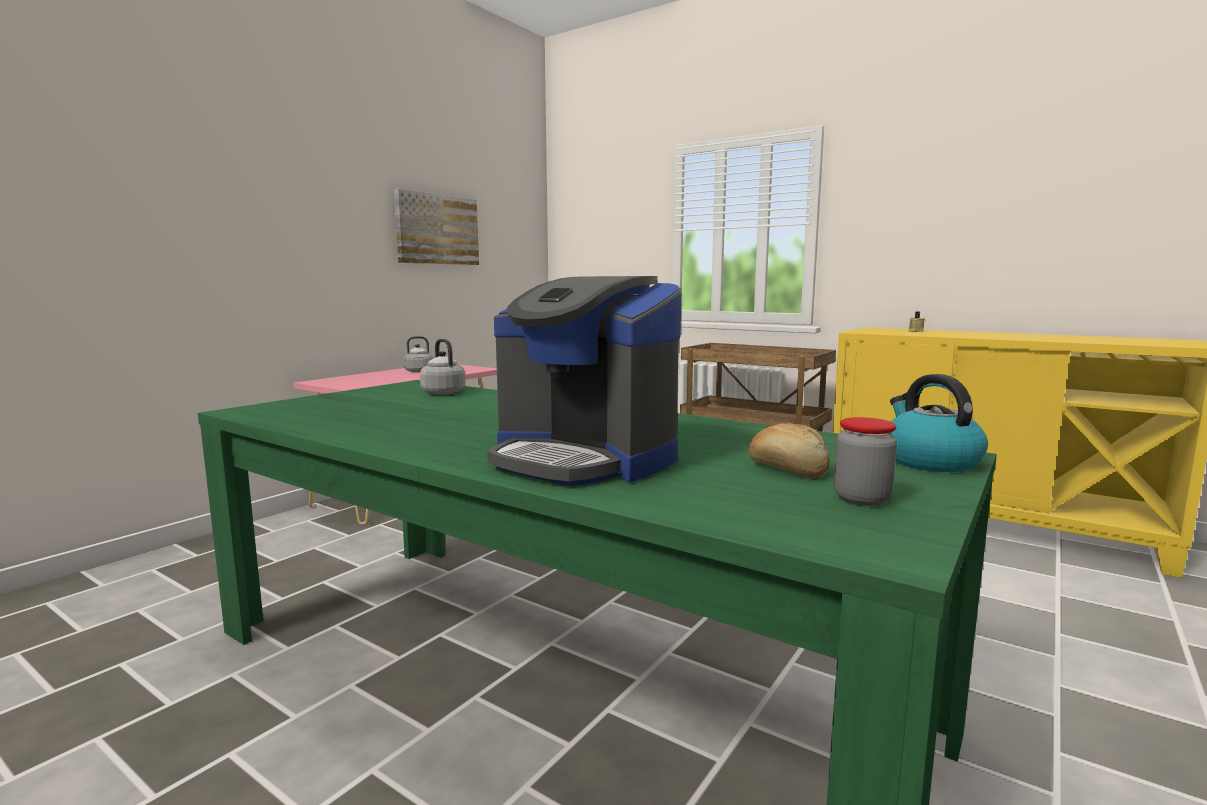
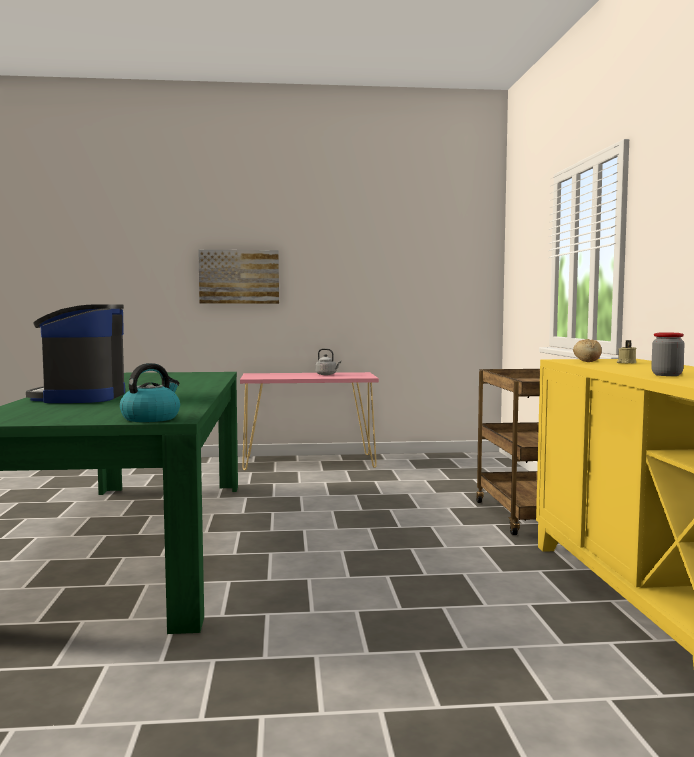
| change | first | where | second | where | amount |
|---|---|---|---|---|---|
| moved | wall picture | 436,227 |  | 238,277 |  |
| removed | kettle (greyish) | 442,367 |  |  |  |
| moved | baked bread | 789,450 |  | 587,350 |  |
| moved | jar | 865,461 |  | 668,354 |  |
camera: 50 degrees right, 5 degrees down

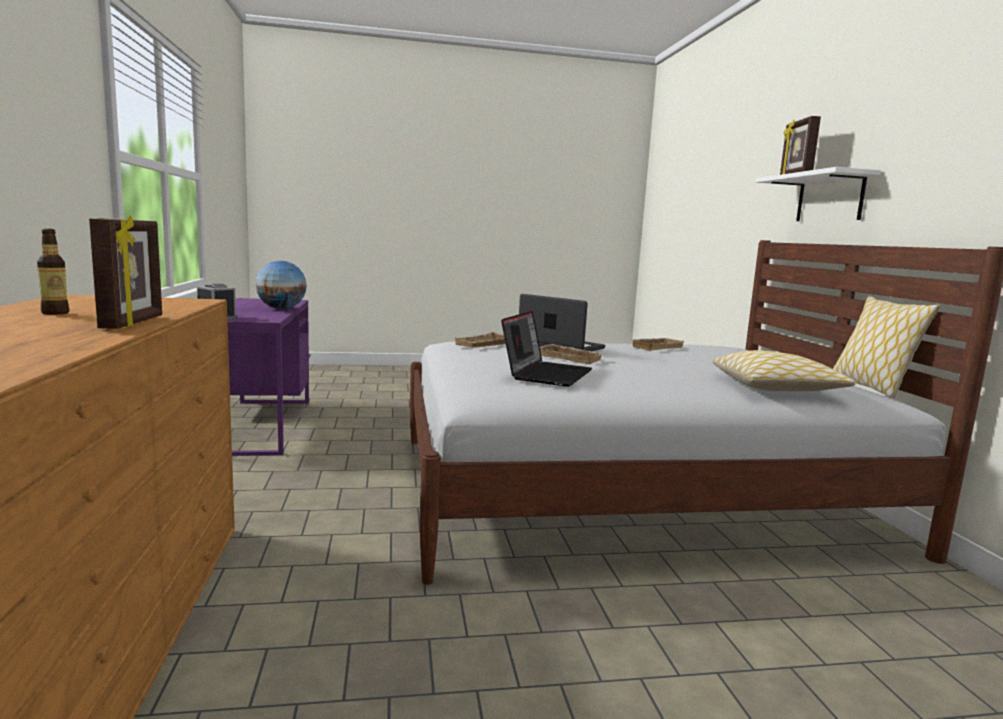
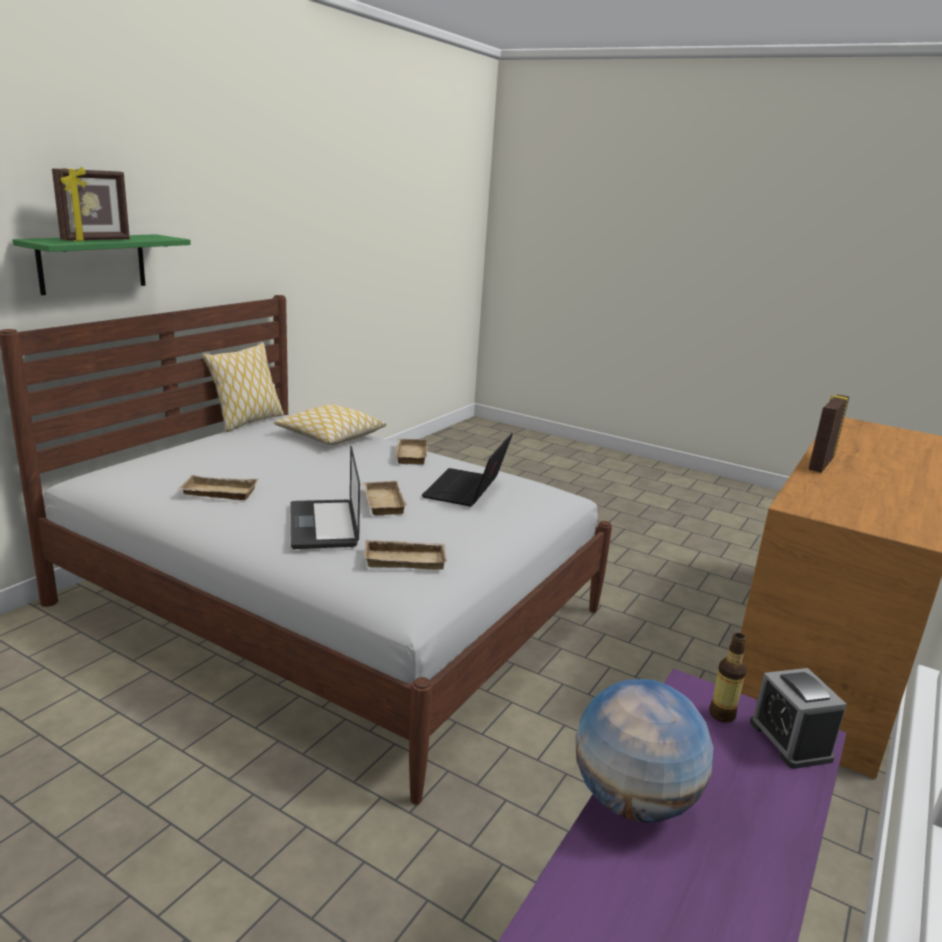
| change | first | where | second | where | amount |
|---|---|---|---|---|---|
| moved | bottle | 53,272 |  | 727,678 |  |
| turned | notebook computer | 546,349 |  | 467,469 | 45 degrees counterclockwise |
| recoloured | shelf (whitish) | 818,194 | shelf (greenish) | 102,264 |  |
| added |  |  | carrying tray (sand-coloured) | 411,452 |  |
camera: 140 degrees left, 10 degrees up

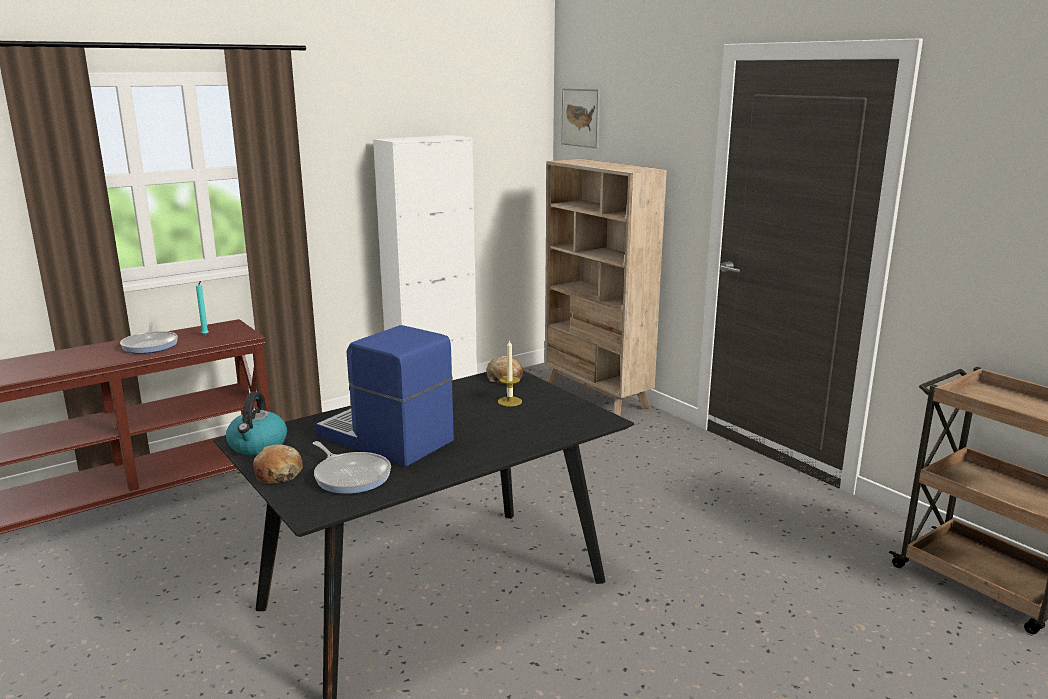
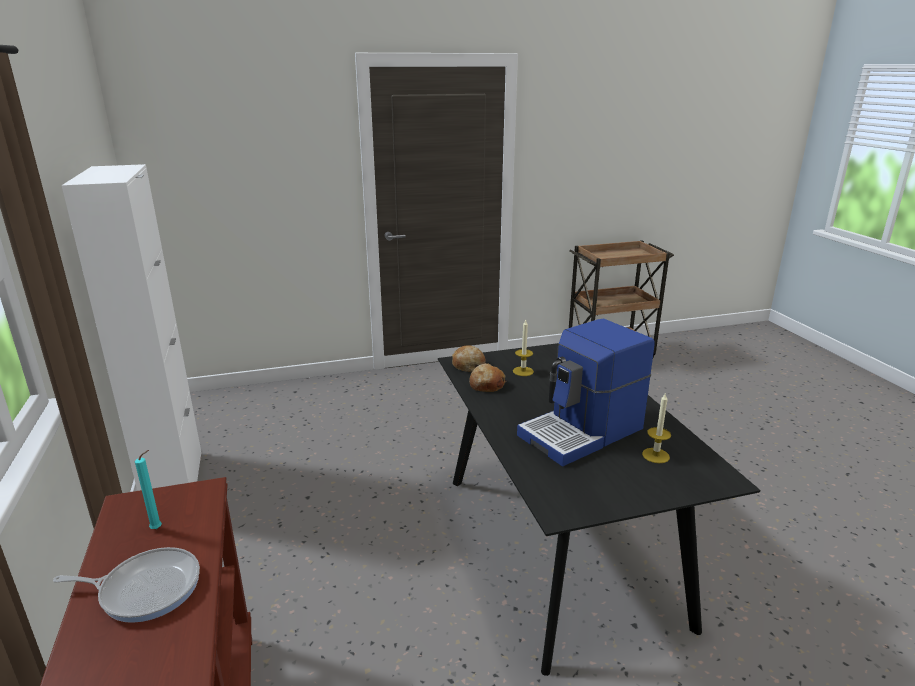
| change | first | where | second | where | amount |
|---|---|---|---|---|---|
| removed | kettle | 256,423 |  |  |  |
| moved | baked bread | 278,463 |  | 487,377 |  |
| replaced | skillet | 352,467 | candle | 656,427 |  |
| removed | shelving unit (sand-coloured) | 606,287 |  |  |  |
| removed | wall picture | 580,118 |  |  |  |
camera: 70 degrees left, 5 degrees up

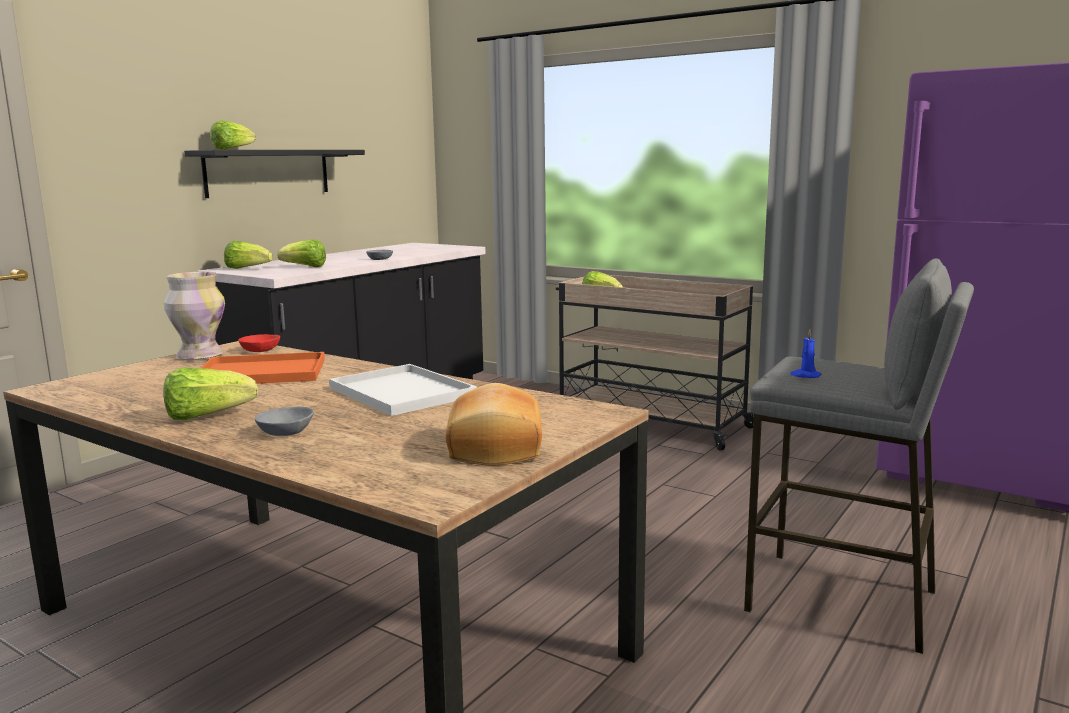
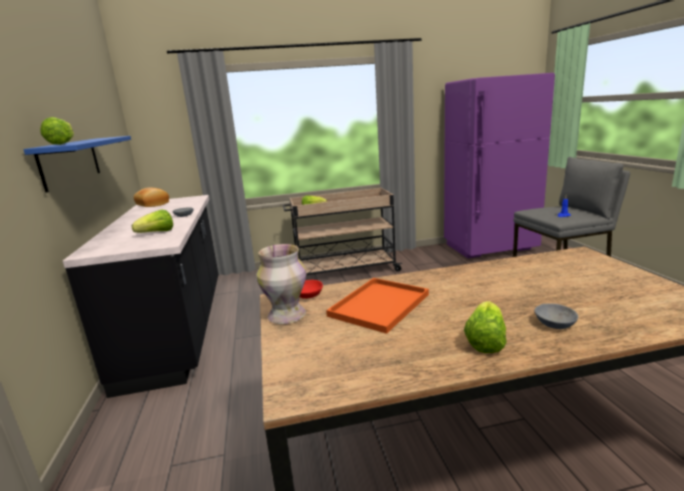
| change | first | where | second | where | amount |
|---|---|---|---|---|---|
| recoloured | shelf (blackish) | 274,174 | shelf (blue-coloured) | 77,164 |  |
| removed | lettuce head | 248,255 |  |  |  |
| removed | carrying tray (whitish) | 403,390 |  |  |  |
| moved | baked bread | 494,424 |  | 151,197 |  |
camera: 45 degrees left, 5 degrees up

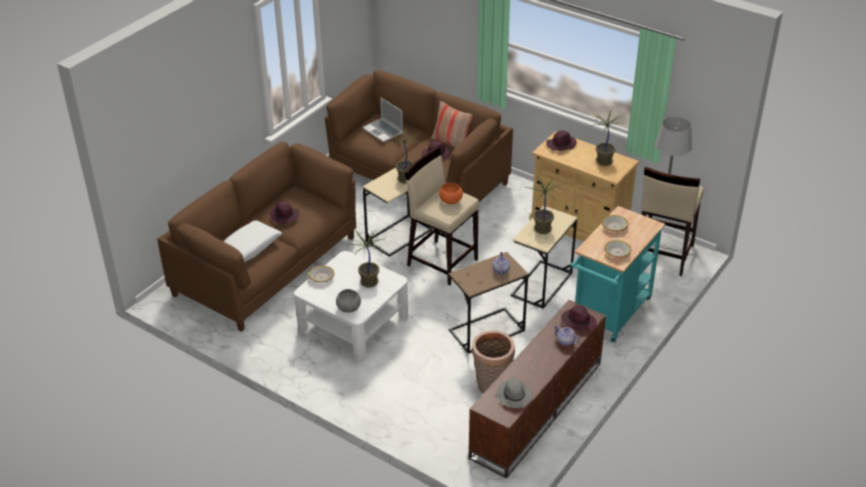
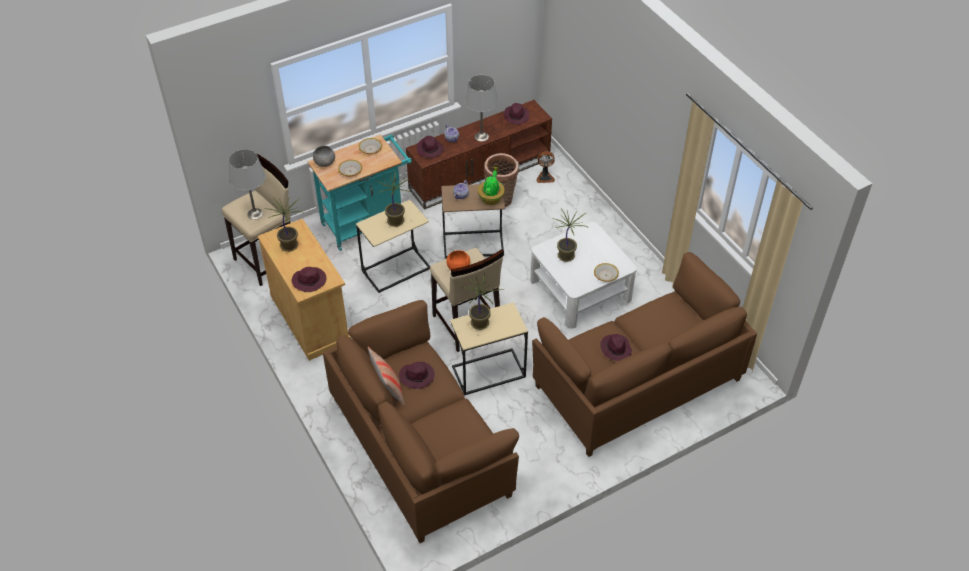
| change | first | where | second | where | amount |
|---|---|---|---|---|---|
| removed | pillow (whitish) | 252,241 |  |  |  |
| moved | deep dish (greyish) | 348,301 |  | 324,156 |  |
| removed | notebook computer | 382,119 |  |  |  |
| recoloured | clothing hat (greyish) | 514,393 | clothing hat (purplish) | 516,113 |  |
| added |  |  | lamp for a table (greyish) | 481,108 |  |
| added |  |  | plant in a pot | 491,186 |  |
| added |  |  | electric fan | 545,167 |  |
camera: 155 degrees left, 10 degrees up

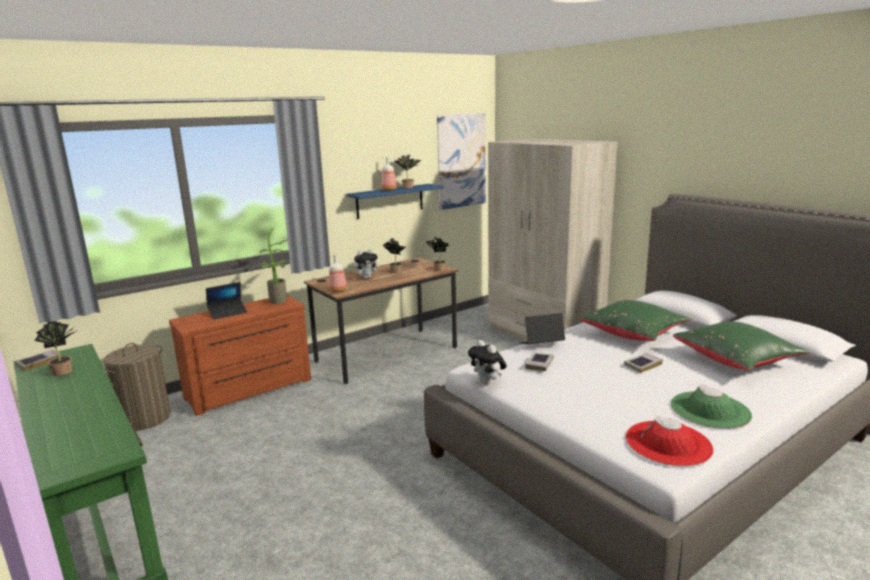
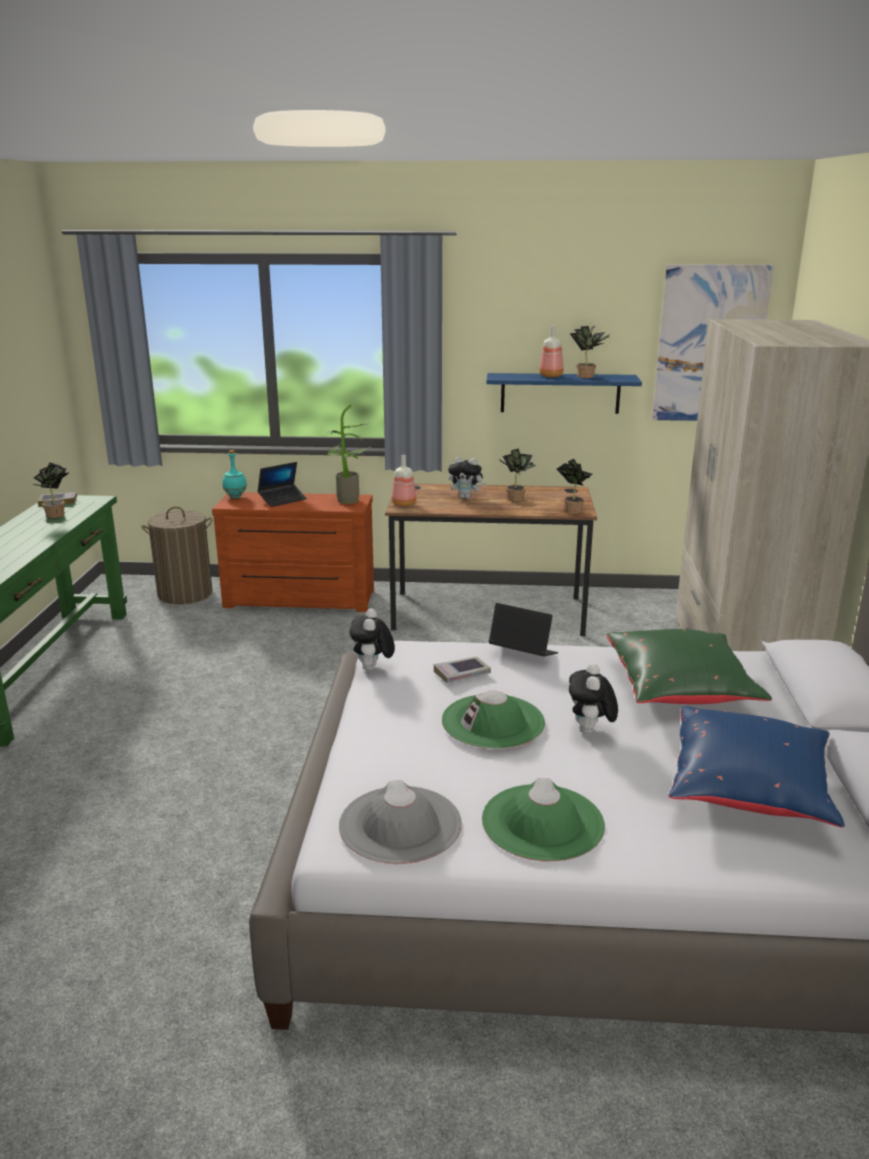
| change | first | where | second | where | amount |
|---|---|---|---|---|---|
| turned | notebook computer | 227,300 |  | 282,484 | 45 degrees counterclockwise |
| replaced | volume | 643,363 | soft toy | 593,698 |  |
| recoloured | clothing hat (red-coloured) | 669,440 | clothing hat (greyish) | 400,822 |  |
| recoloured | pillow (greenish) | 741,345 | pillow (blue-coloured) | 756,767 |  |
| added |  |  | bottle (turquoise) | 234,474 |  |
| added |  |  | clothing hat (greenish) | 493,720 |  |
camera: 40 degrees right, 5 degrees up

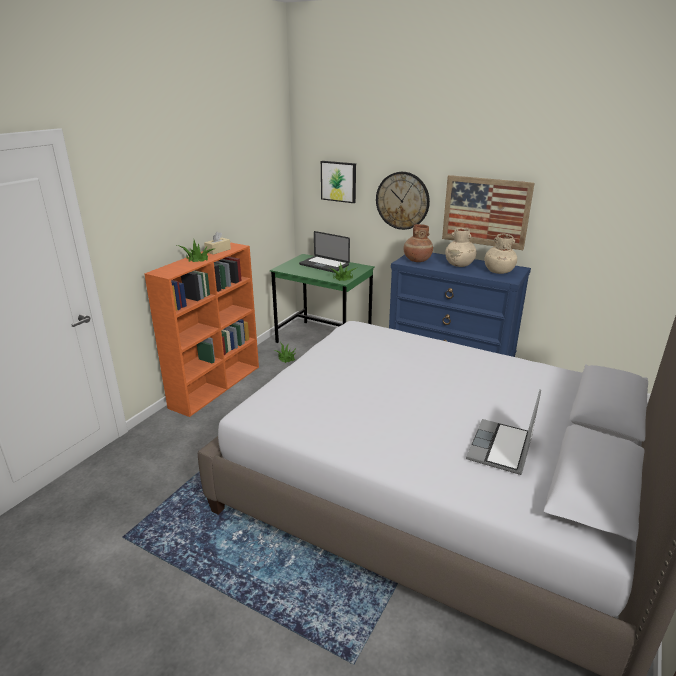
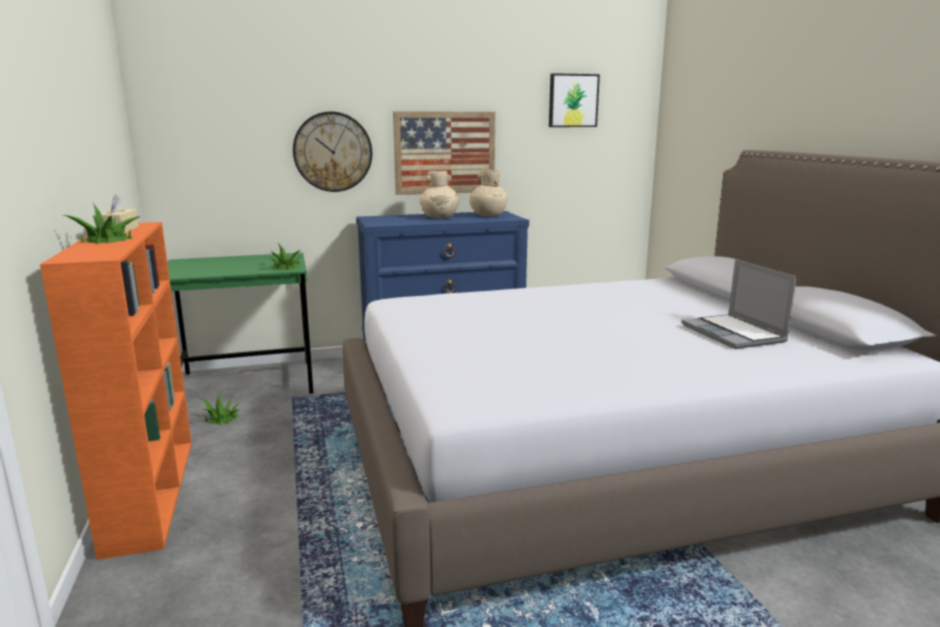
| change | first | where | second | where | amount |
|---|---|---|---|---|---|
| removed | notebook computer | 324,252 |  |  |  |
| moved | wall picture | 338,182 |  | 574,100 |  |
| removed | vase (brown-coloured) | 418,243 |  |  |  |
camera: 45 degrees left, 10 degrees down

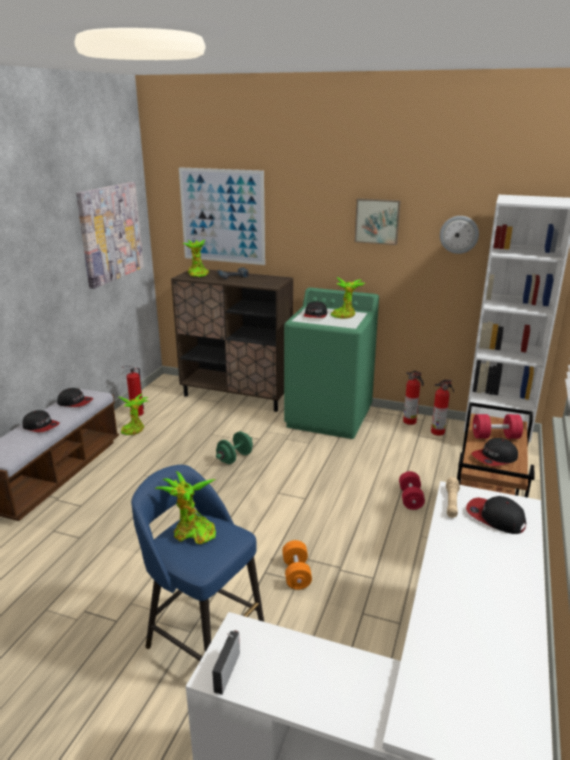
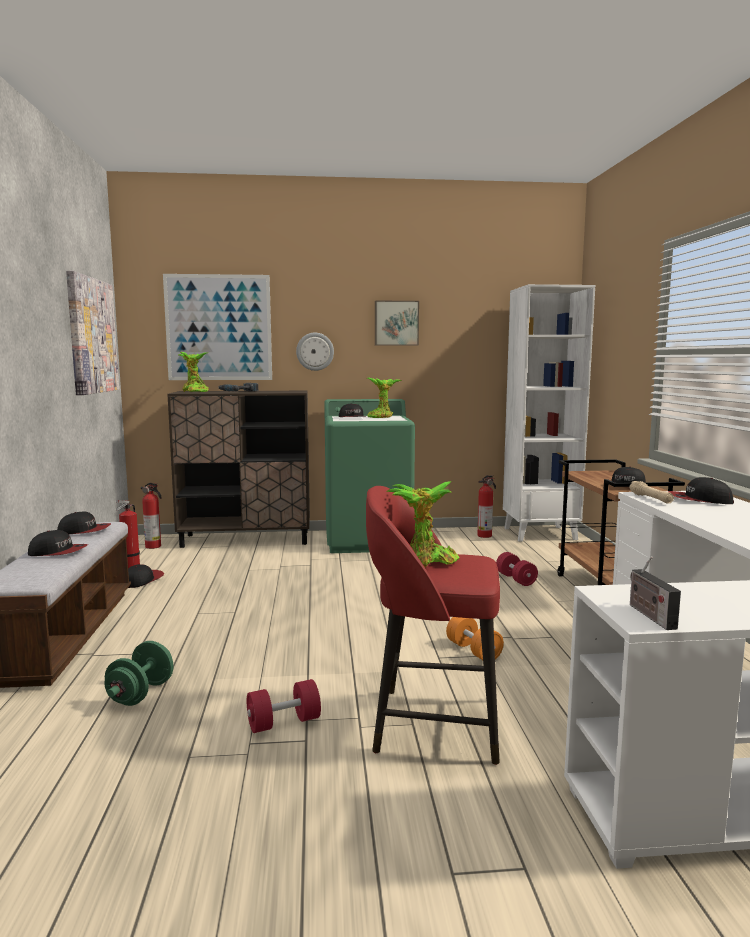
| change | first | where | second | where | amount |
|---|---|---|---|---|---|
| replaced | plant in a pot | 134,414 | peaked cap | 146,576 |  |
| recoloured | stool (blue-coloured) | 197,563 | stool (red-coloured) | 433,625 |  |
| moved | hand weight (greenish) | 234,447 |  | 139,673 |  |
| moved | fire extinguisher | 413,397 |  | 151,516 |  |
| moved | clock on the wall | 459,235 |  | 315,352 |  |
| moved | hand weight (red-coloured) | 498,426 |  | 284,706 |  |
camera: 25 degrees left, 15 degrees down

